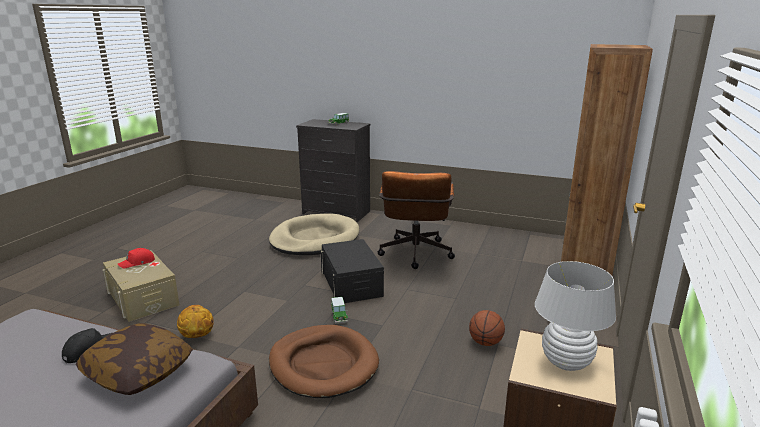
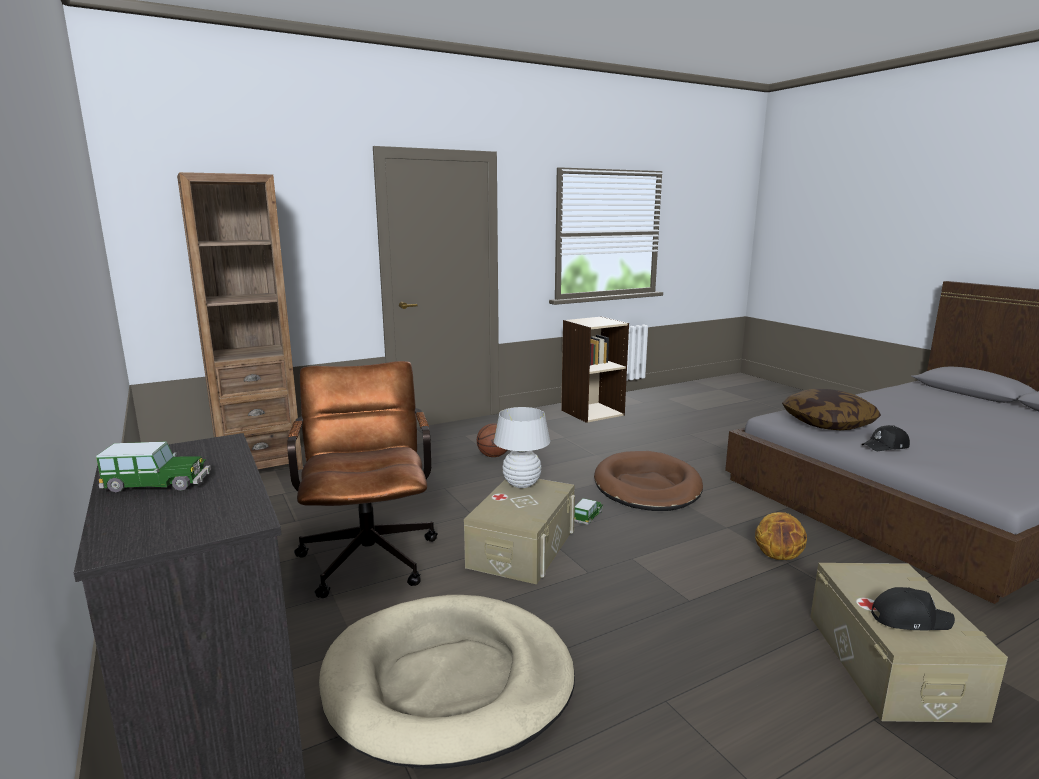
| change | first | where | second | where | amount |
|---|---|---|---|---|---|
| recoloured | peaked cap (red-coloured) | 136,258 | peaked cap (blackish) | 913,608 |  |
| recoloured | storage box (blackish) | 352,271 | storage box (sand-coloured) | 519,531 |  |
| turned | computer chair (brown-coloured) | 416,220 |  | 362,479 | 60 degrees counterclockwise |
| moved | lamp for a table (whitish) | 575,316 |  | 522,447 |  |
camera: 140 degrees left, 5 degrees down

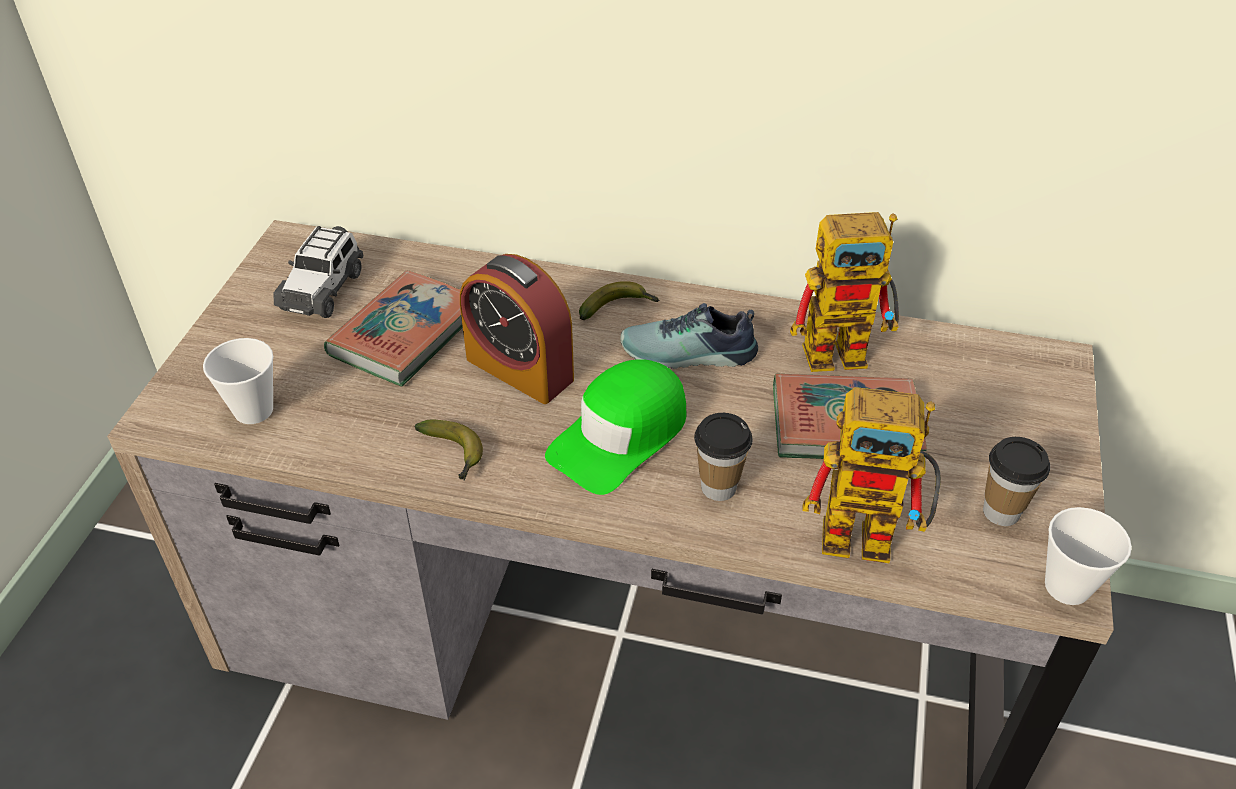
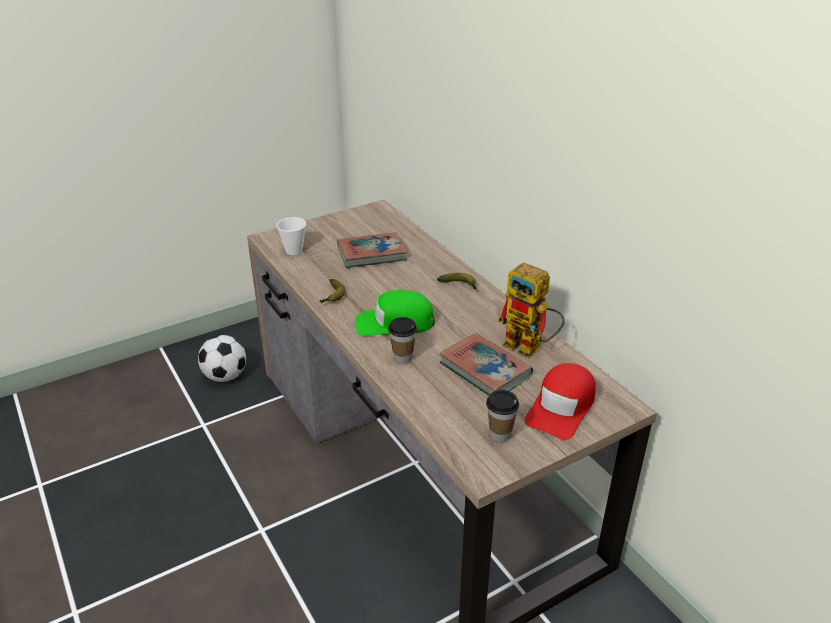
| change | first | where | second | where | amount |
|---|---|---|---|---|---|
| removed | model car | 318,272 |  |  |  |
| removed | alarm clock | 517,329 |  |  |  |
| removed | shoe | 689,336 |  |  |  |
| removed | toy robot | 871,475 |  |  |  |
| removed | cup | 1088,556 |  |  |  |
| added |  |  | football | 222,358 |  |
| added |  |  | peaked cap (red-coloured) | 560,401 |  |
camera: 45 degrees right, 10 degrees down

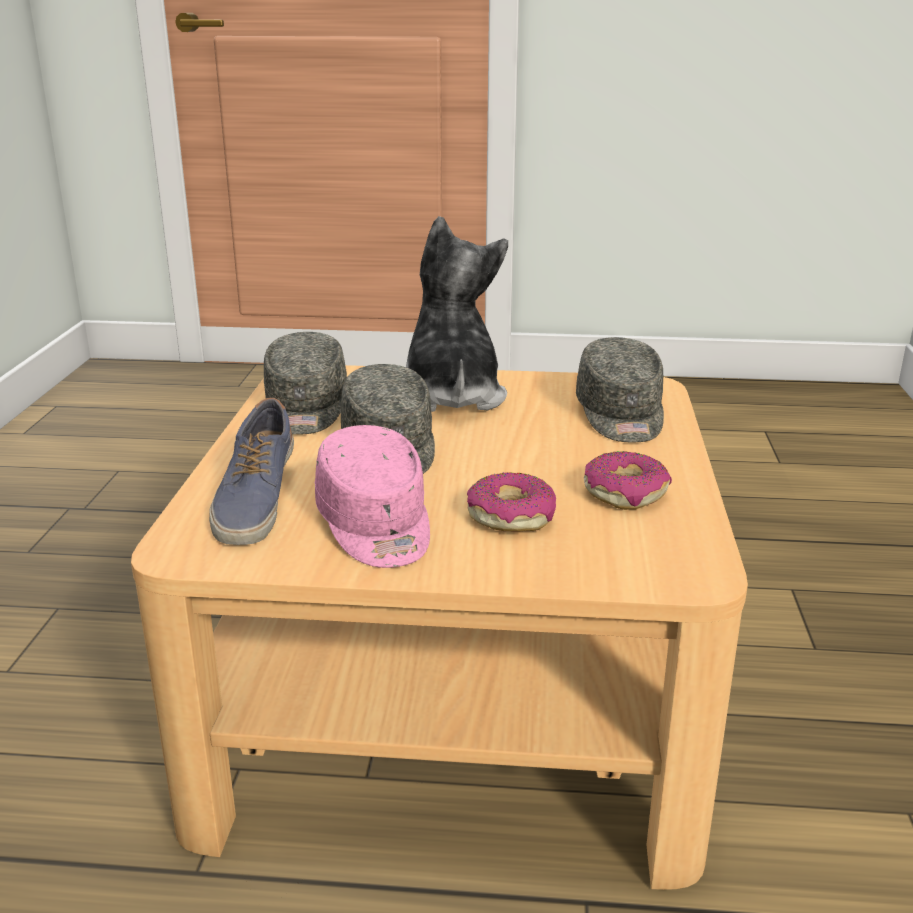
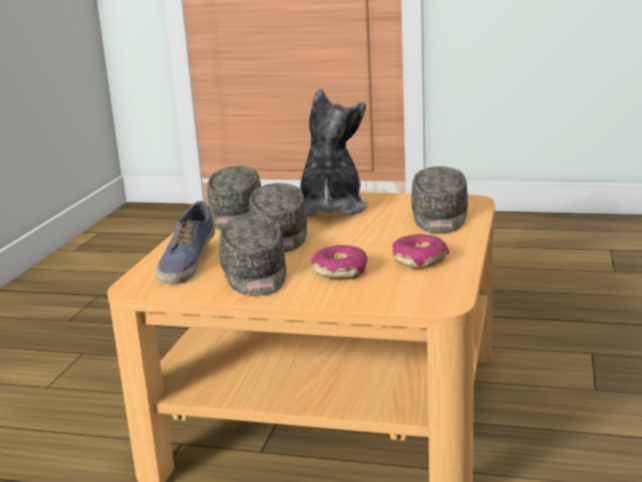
| change | first | where | second | where | amount |
|---|---|---|---|---|---|
| recoloured | peaked cap (pink) | 372,496 | peaked cap (greyish) | 253,255 |  |
camera: 10 degrees right, 5 degrees down

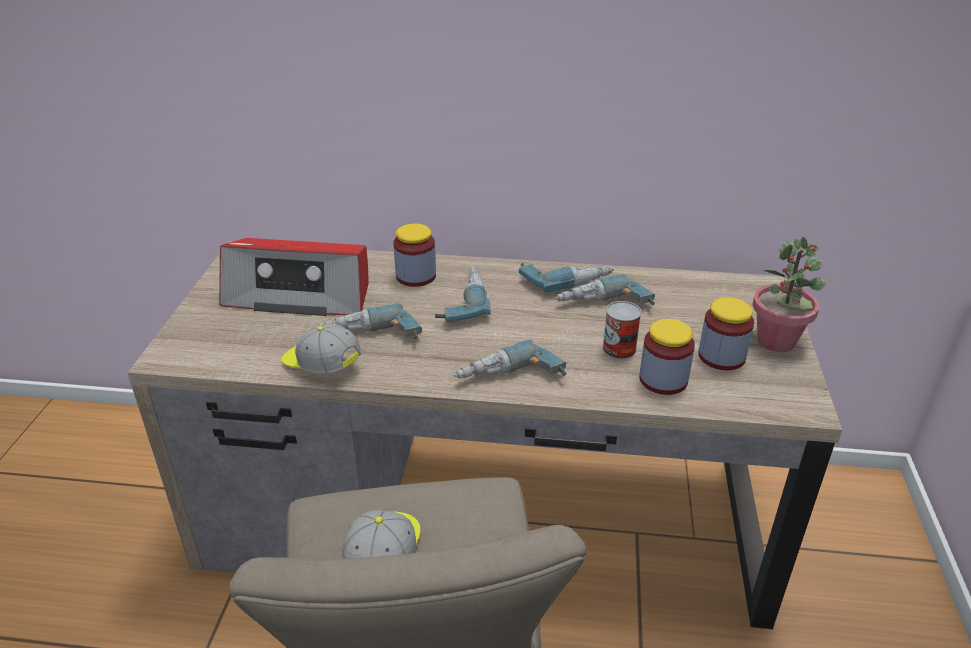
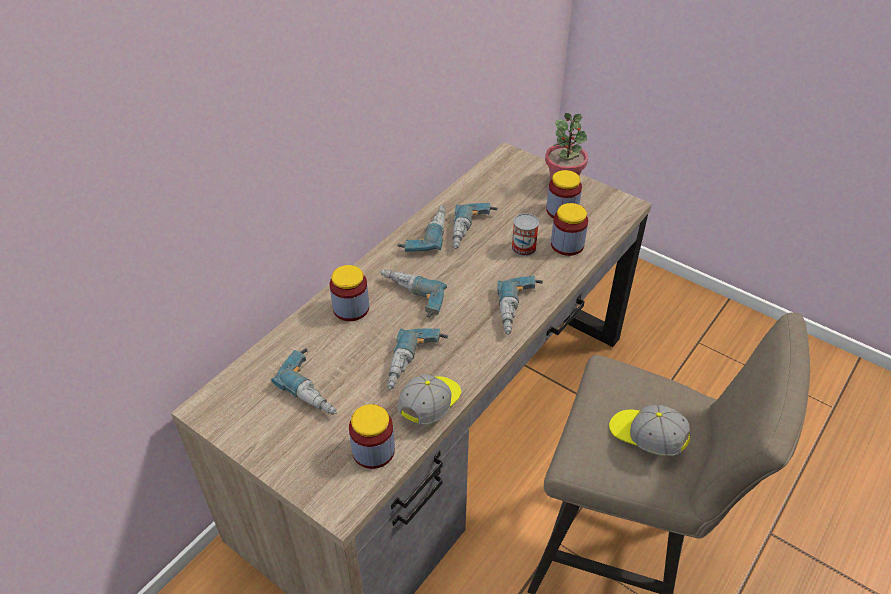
| change | first | where | second | where | amount |
|---|---|---|---|---|---|
| replaced | radio set | 294,277 | power drill | 304,381 |  |
| turned | peaked cap | 322,349 |  | 429,399 | 150 degrees clockwise |
| added |  |  | jar | 372,436 |  |
camera: 60 degrees left, 10 degrees up

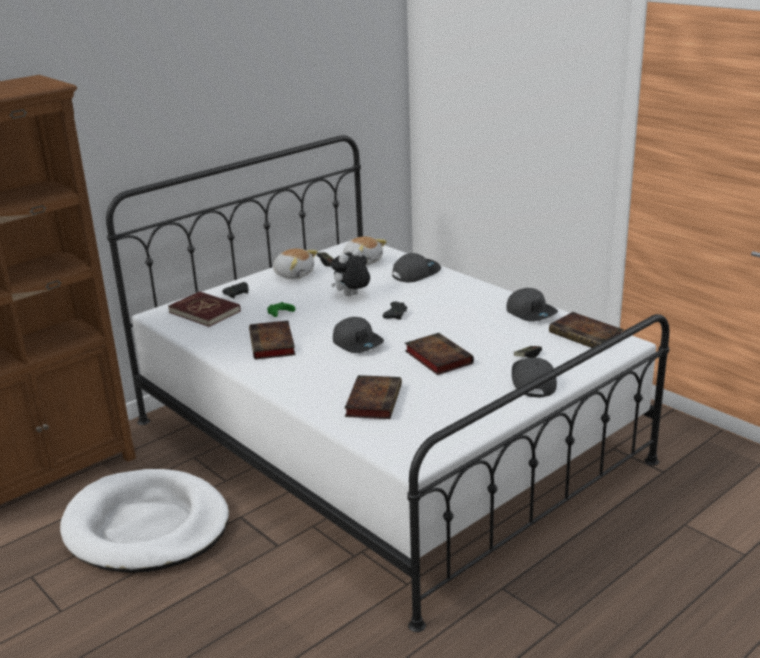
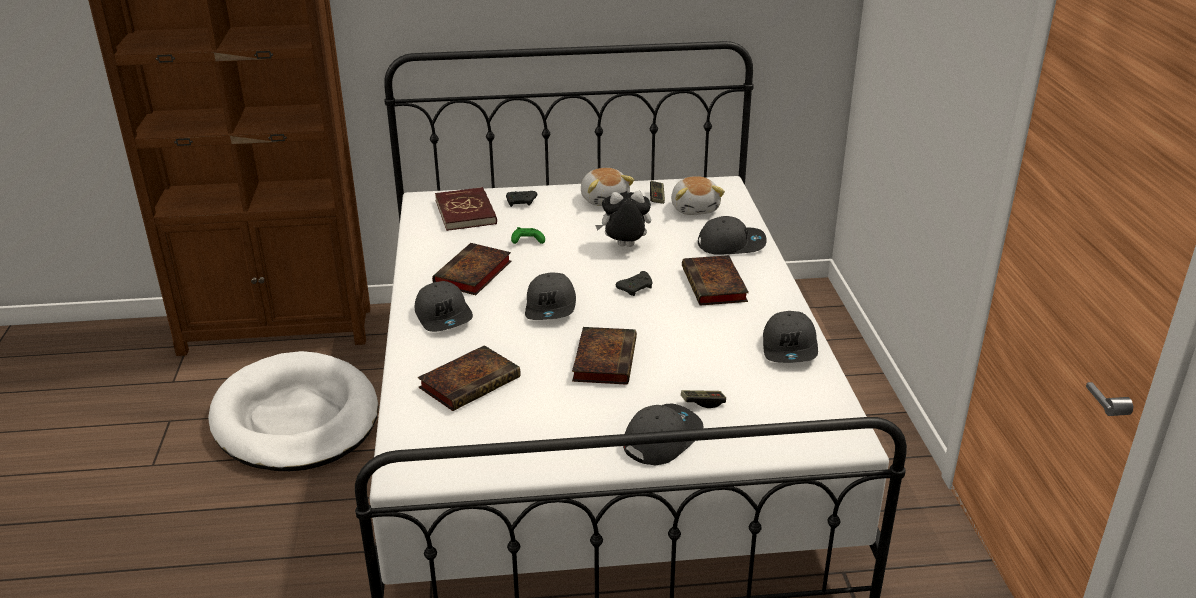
| change | first | where | second | where | amount |
|---|---|---|---|---|---|
| moved | volume | 586,330 |  | 715,280 |  |
| added |  |  | peaked cap (greyish) | 444,306 |  |
camera: 35 degrees right, 5 degrees up

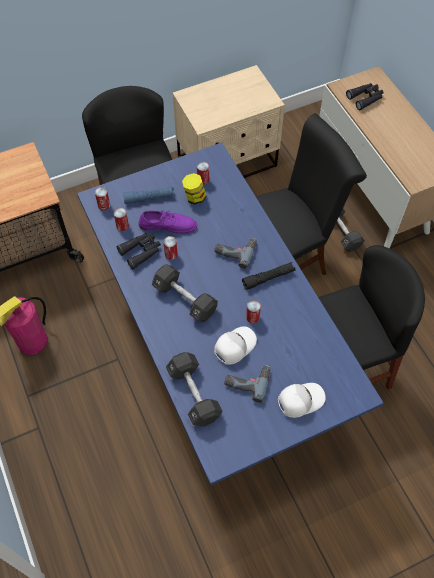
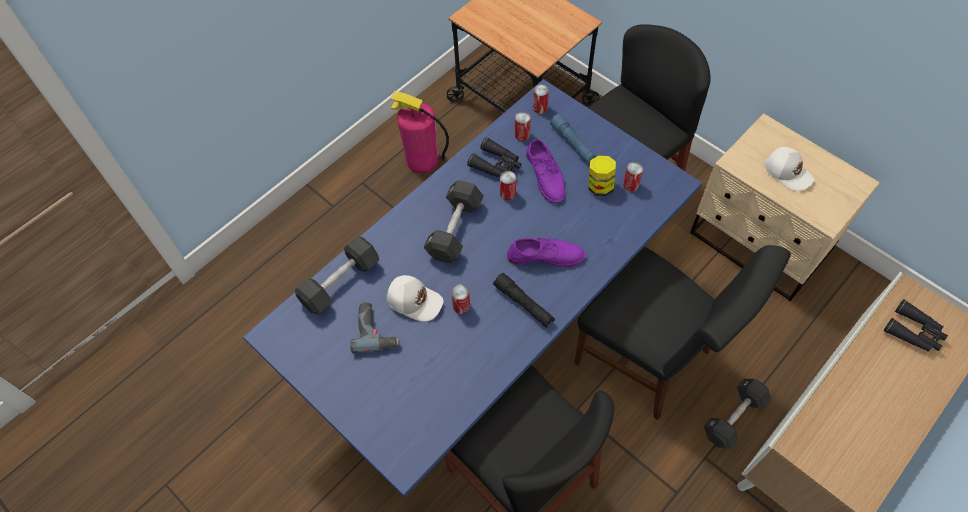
| change | first | where | second | where | amount |
|---|---|---|---|---|---|
| replaced | power drill | 235,253 | shoe (purplish) | 546,252 |  |
| moved | peaked cap (whitish) | 301,400 |  | 789,169 |  |
camera: 70 degrees right, 0 degrees up

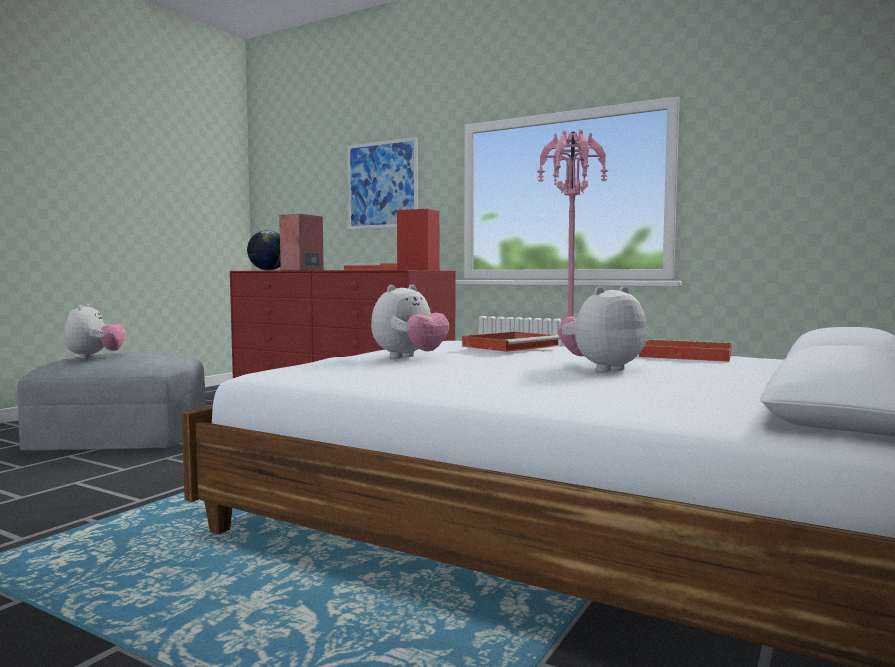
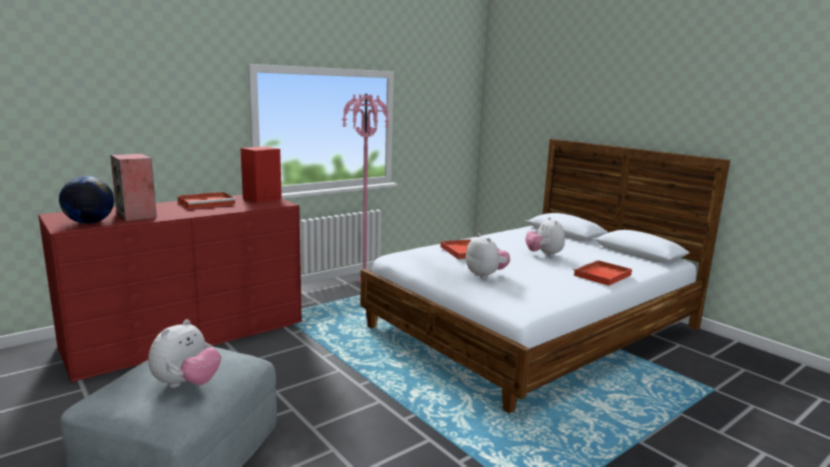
| change | first | where | second | where | amount |
|---|---|---|---|---|---|
| turned | soft toy | 95,331 |  | 184,354 | 105 degrees clockwise |
| removed | wall picture | 382,183 |  |  |  |
| moved | carrying tray (red-coloured) | 685,350 |  | 602,273 |  |
camera: 70 degrees left, 10 degrees up

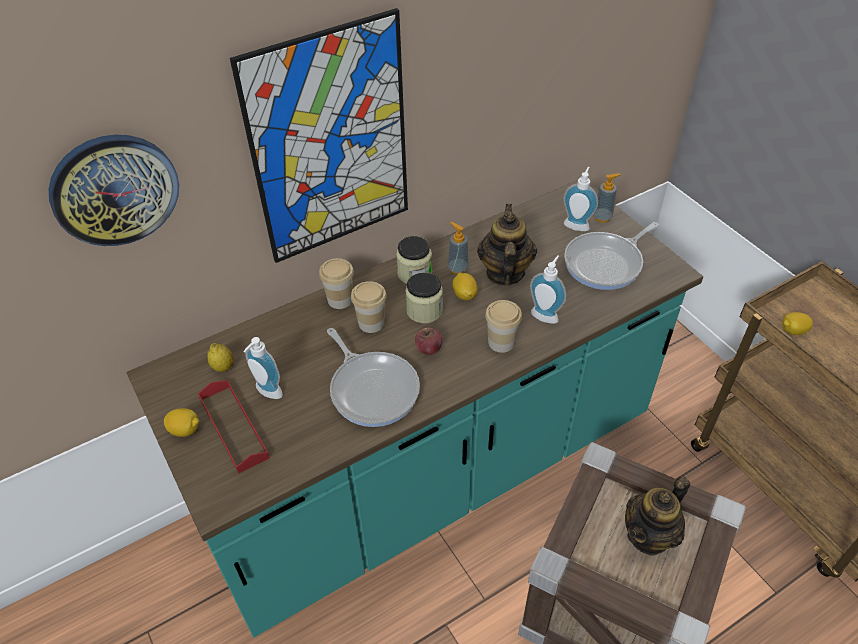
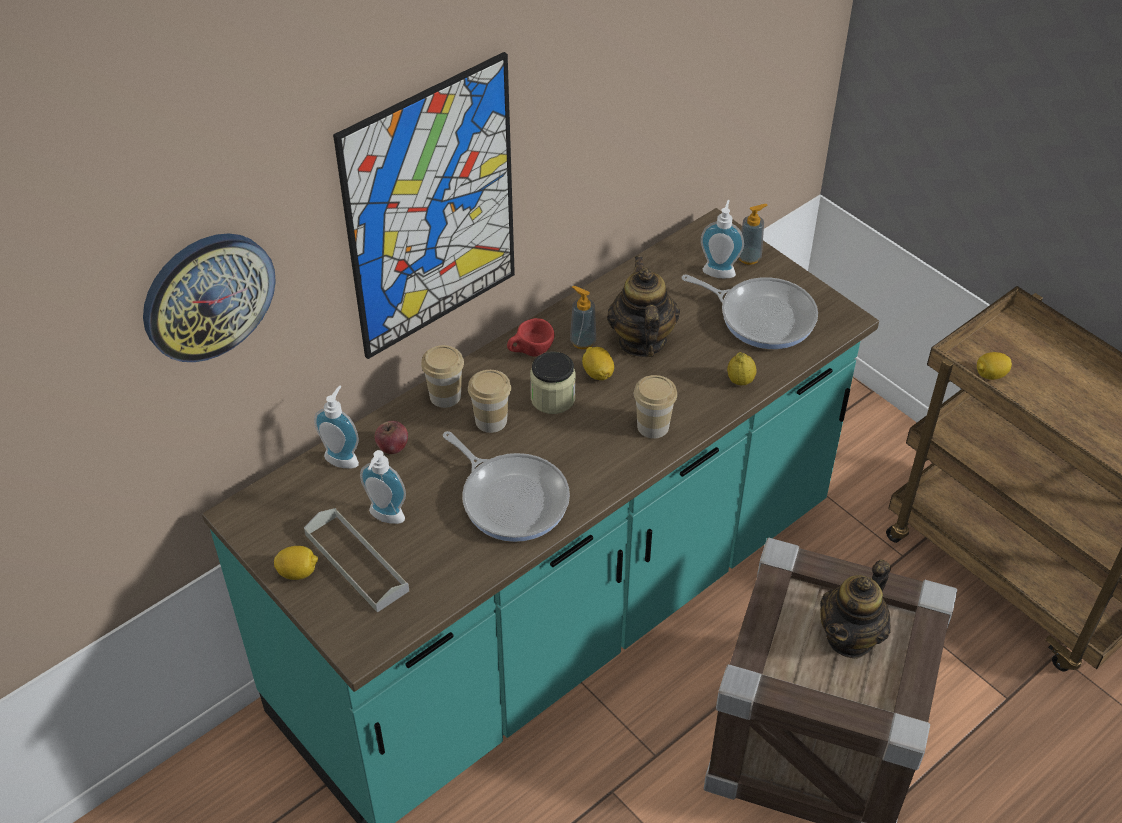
| change | first | where | second | where | amount |
|---|---|---|---|---|---|
| recoloured | carrying tray (red-coloured) | 234,426 | carrying tray (greyish) | 356,560 |  |
| moved | lemon | 220,357 |  | 742,368 |  |
| replaced | jar | 414,260 | cup (red-coloured) | 530,337 |  |
| moved | whole apple | 428,341 |  | 391,437 |  |
| moved | liquid soap bottle | 548,289 |  | 336,426 |  |
| turned | skillet | 611,256 |  | 749,312 | 105 degrees counterclockwise |
camera: 10 degrees left, 0 degrees up

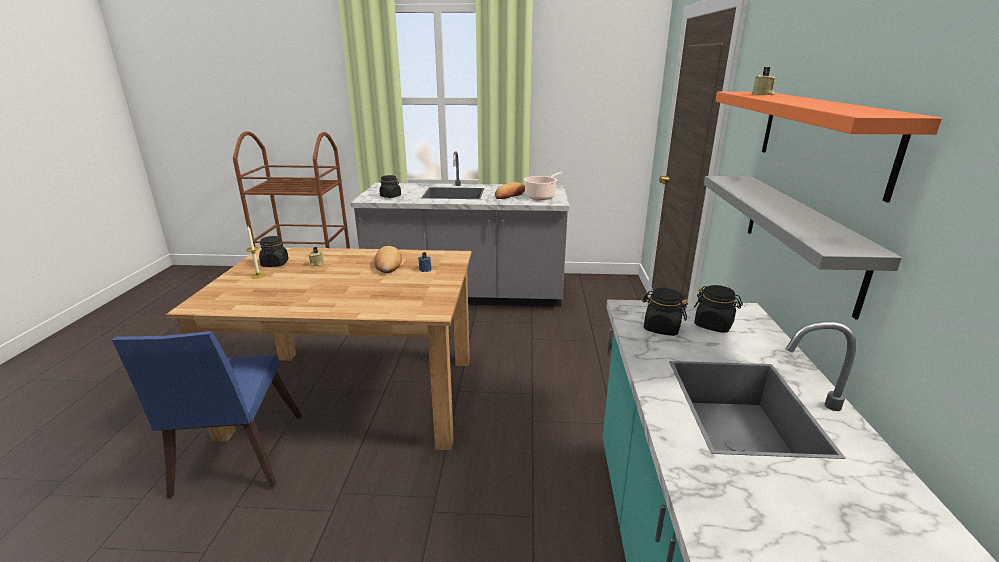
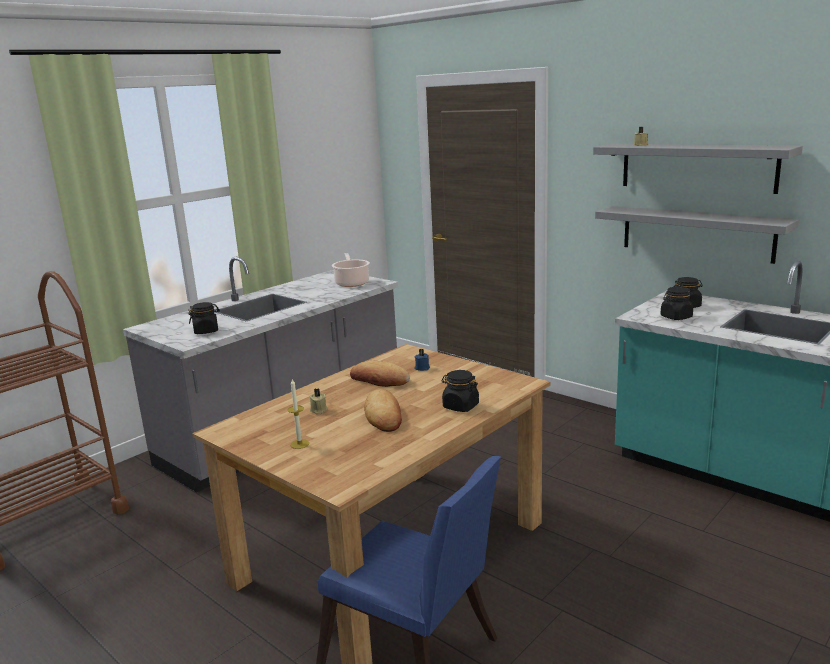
| change | first | where | second | where | amount |
|---|---|---|---|---|---|
| moved | jar (blackish) | 274,251 |  | 460,391 |  |
| moved | baked bread | 510,190 |  | 383,410 |  |
| recoloured | shelf (orange) | 828,147 | shelf (greyish) | 698,169 |  |
camera: 50 degrees left, 5 degrees down

